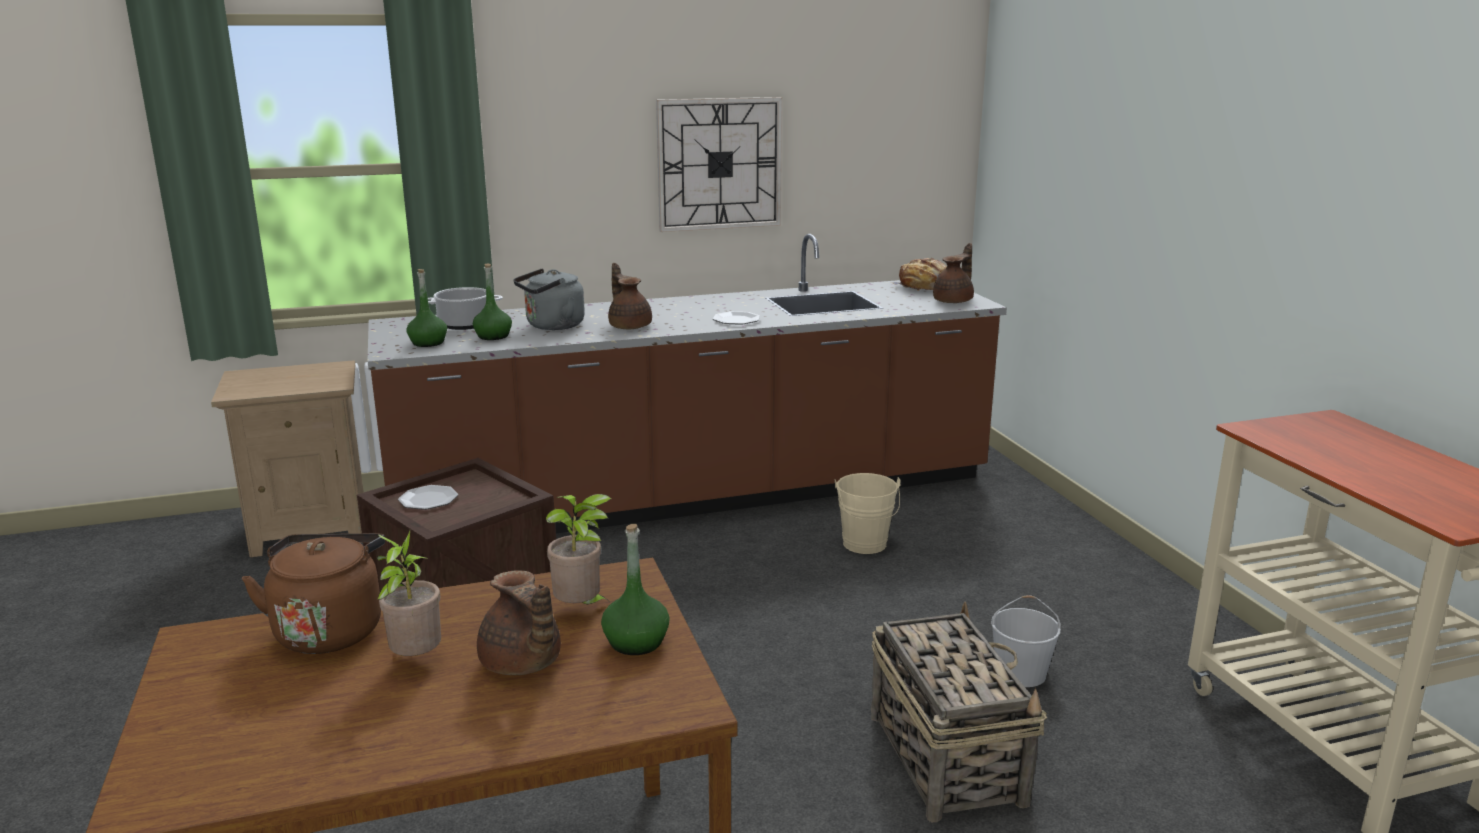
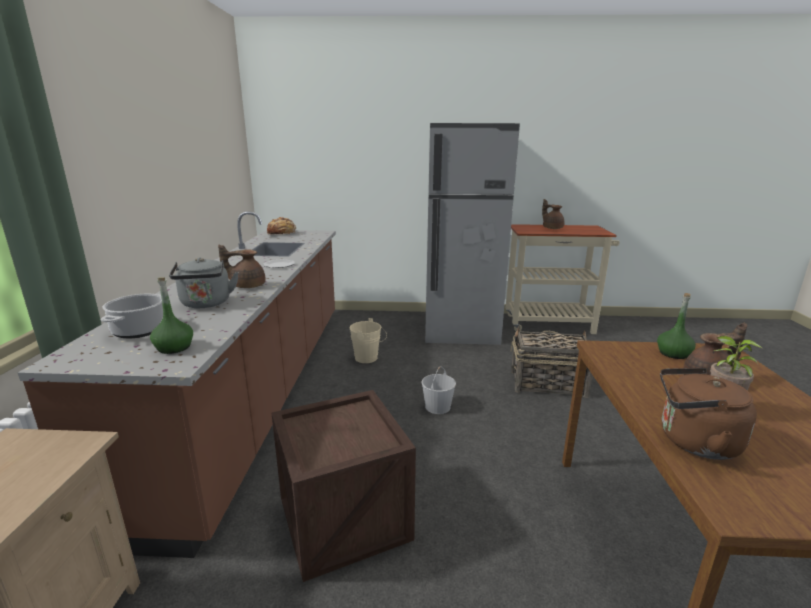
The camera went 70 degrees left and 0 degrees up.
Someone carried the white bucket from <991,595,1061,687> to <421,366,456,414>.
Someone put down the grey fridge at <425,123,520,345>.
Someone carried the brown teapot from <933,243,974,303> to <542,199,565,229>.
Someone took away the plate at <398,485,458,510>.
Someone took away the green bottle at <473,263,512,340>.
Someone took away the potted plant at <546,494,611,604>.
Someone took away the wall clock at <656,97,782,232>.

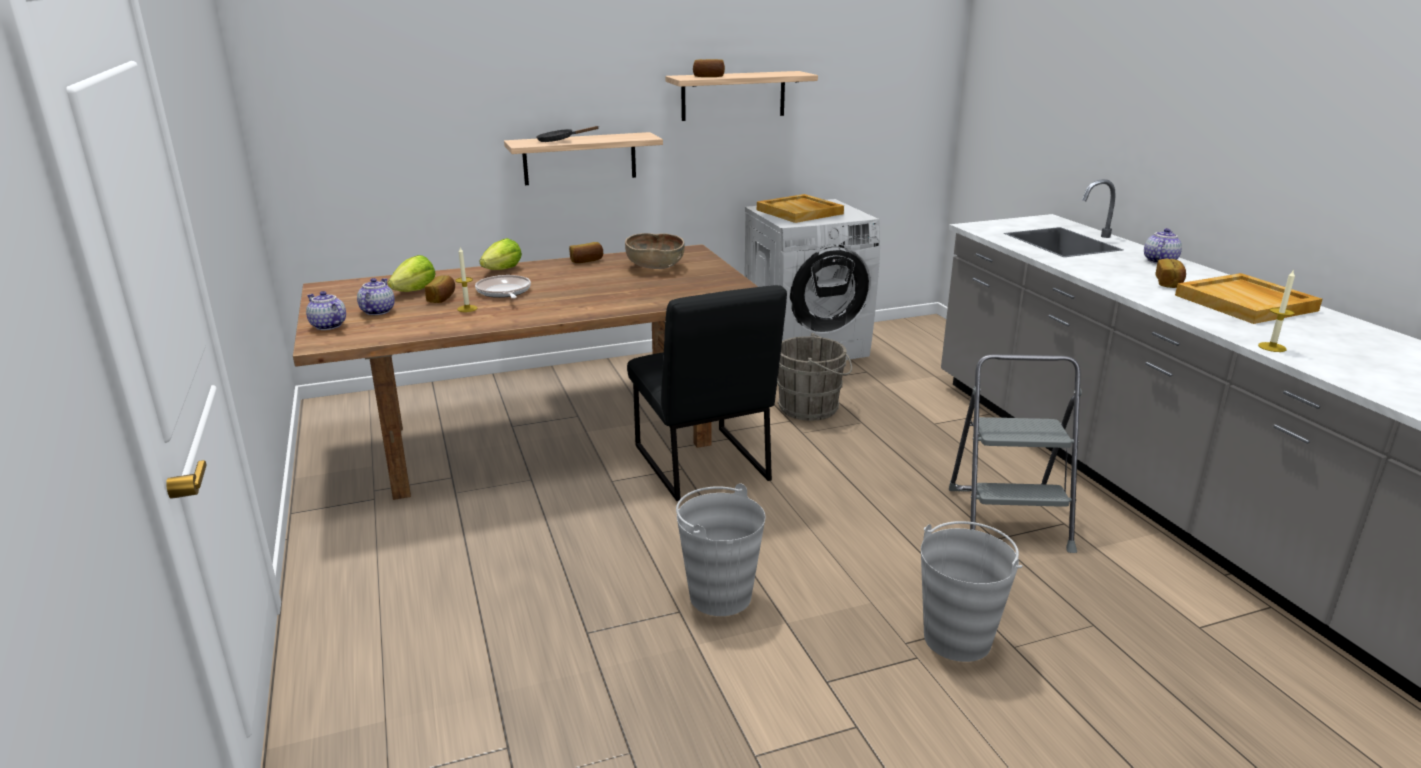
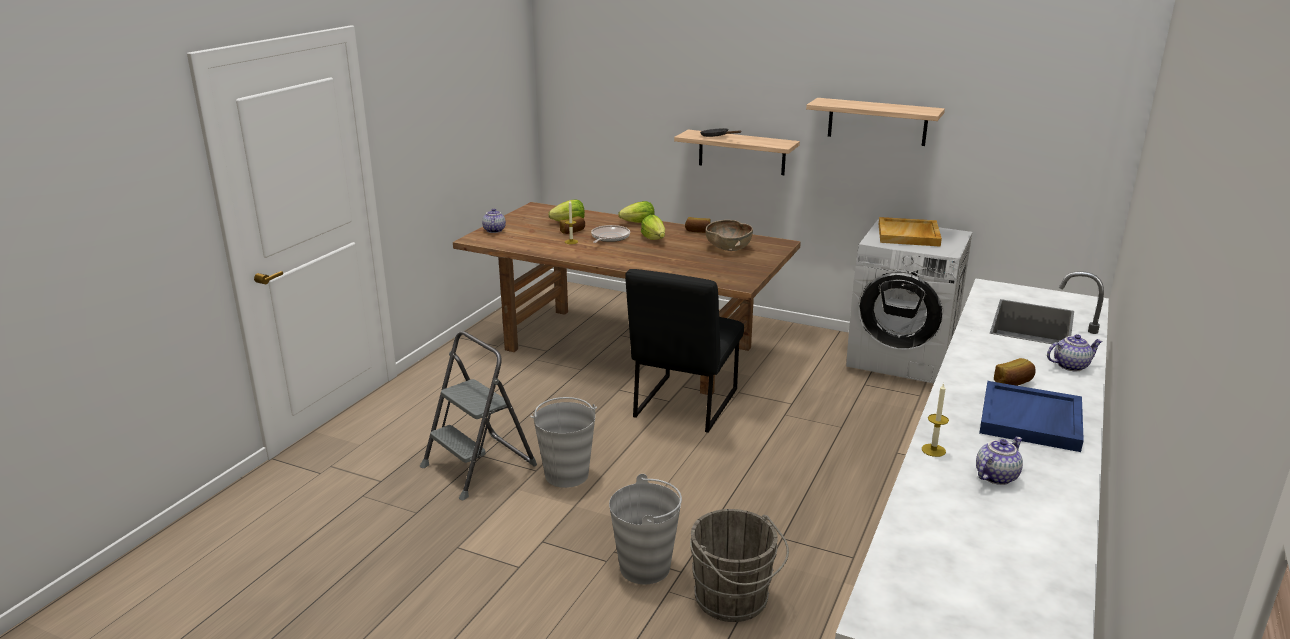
The camera went 45 degrees right and 0 degrees up.
Someone carried the grey step ladder from <949,354,1082,553> to <420,331,537,500>.
Someone put down the lettuce at <641,215,665,240>.
Someone carried the grey bucket from <777,333,852,421> to <690,509,789,622>.
Someone carried the teapot from <357,278,395,315> to <976,437,1023,485>.
Someone repainted the beige tray at <1175,273,1322,324>, which became the blue tray at <979,381,1084,452>.
Someone took away the bread at <693,59,725,77>.

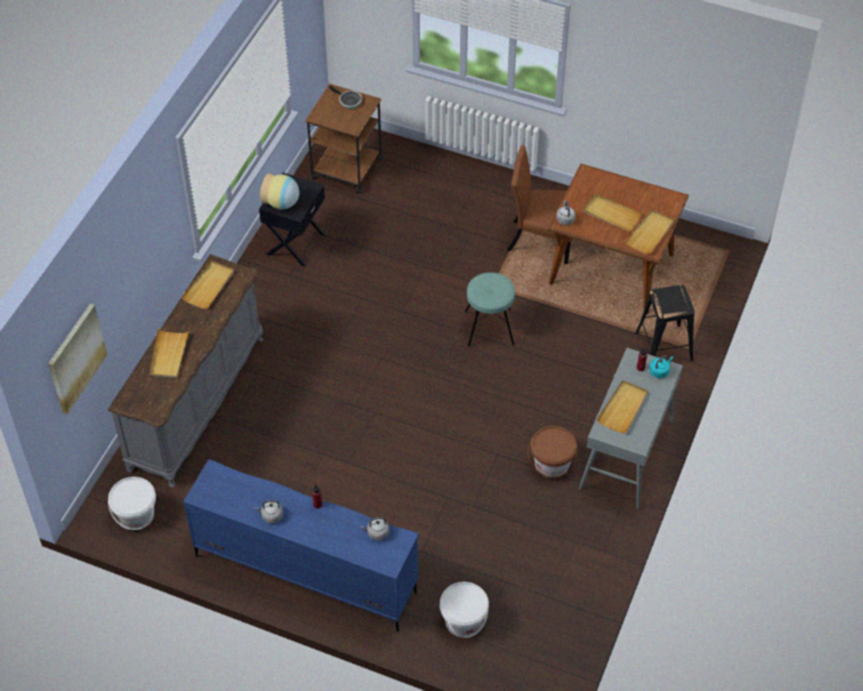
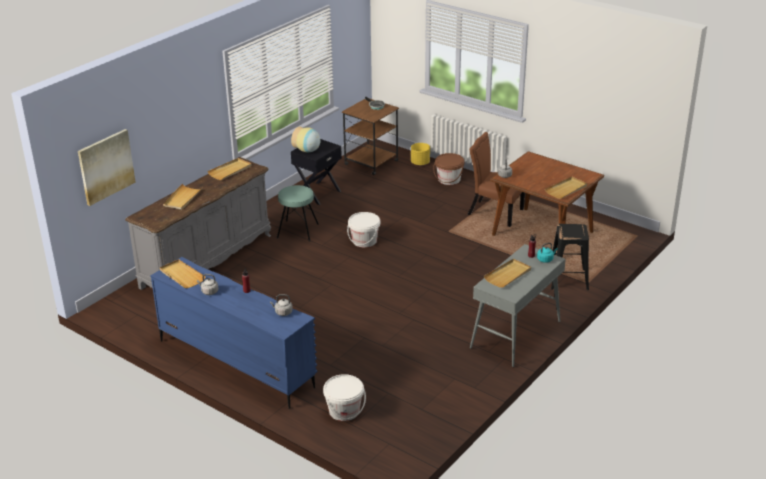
The camera went 15 degrees right and 20 degrees down.
Someone carried the beige tray from <583,194,642,232> to <160,259,206,288>.
Someone carried the turquoise stool from <465,272,515,347> to <277,185,319,242>.
Someone carried the white bucket from <108,477,156,530> to <347,212,380,248>.
Someone put down the yellow planter at <411,143,430,165>.
Someone carried the brown bucket from <528,426,577,478> to <433,153,464,185>.

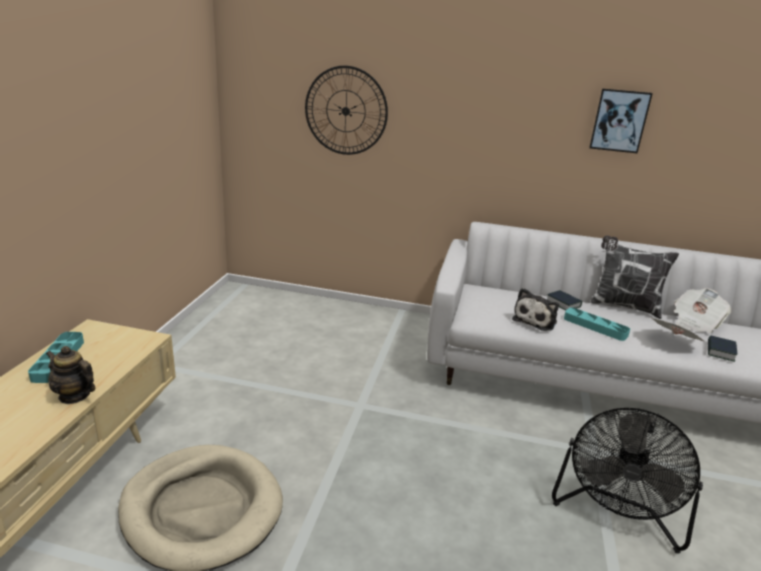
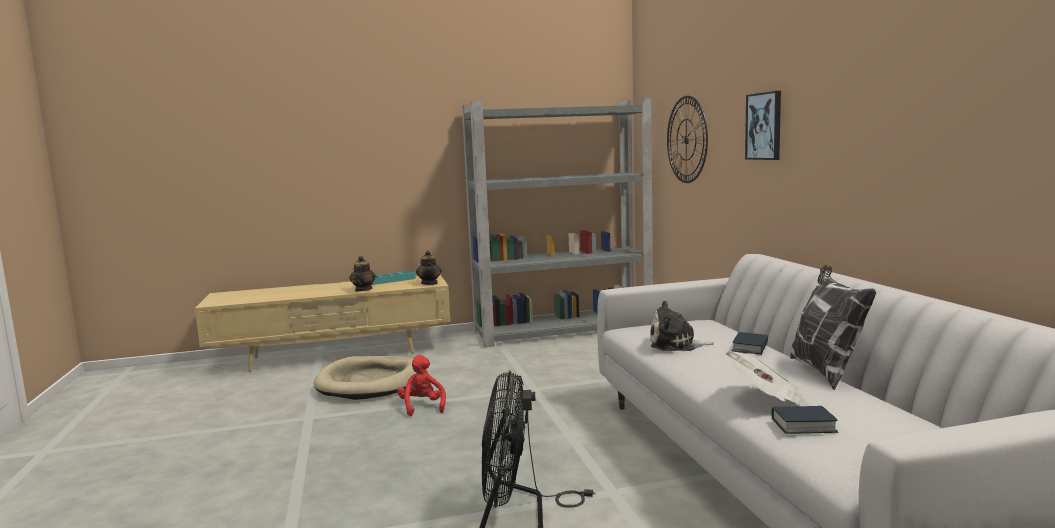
The camera went 65 degrees right and 15 degrees down.
Someone put down the red plush toy at <397,355,446,416>.
Someone put down the teapot at <416,250,442,285>.
Someone put down the grey bookcase at <462,97,653,347>.
Someone carried the picture from <589,88,653,153> to <745,91,781,160>.
Someone took away the turquoise tray at <564,307,630,341>.
Someone took away the newspaper at <674,288,732,333>.

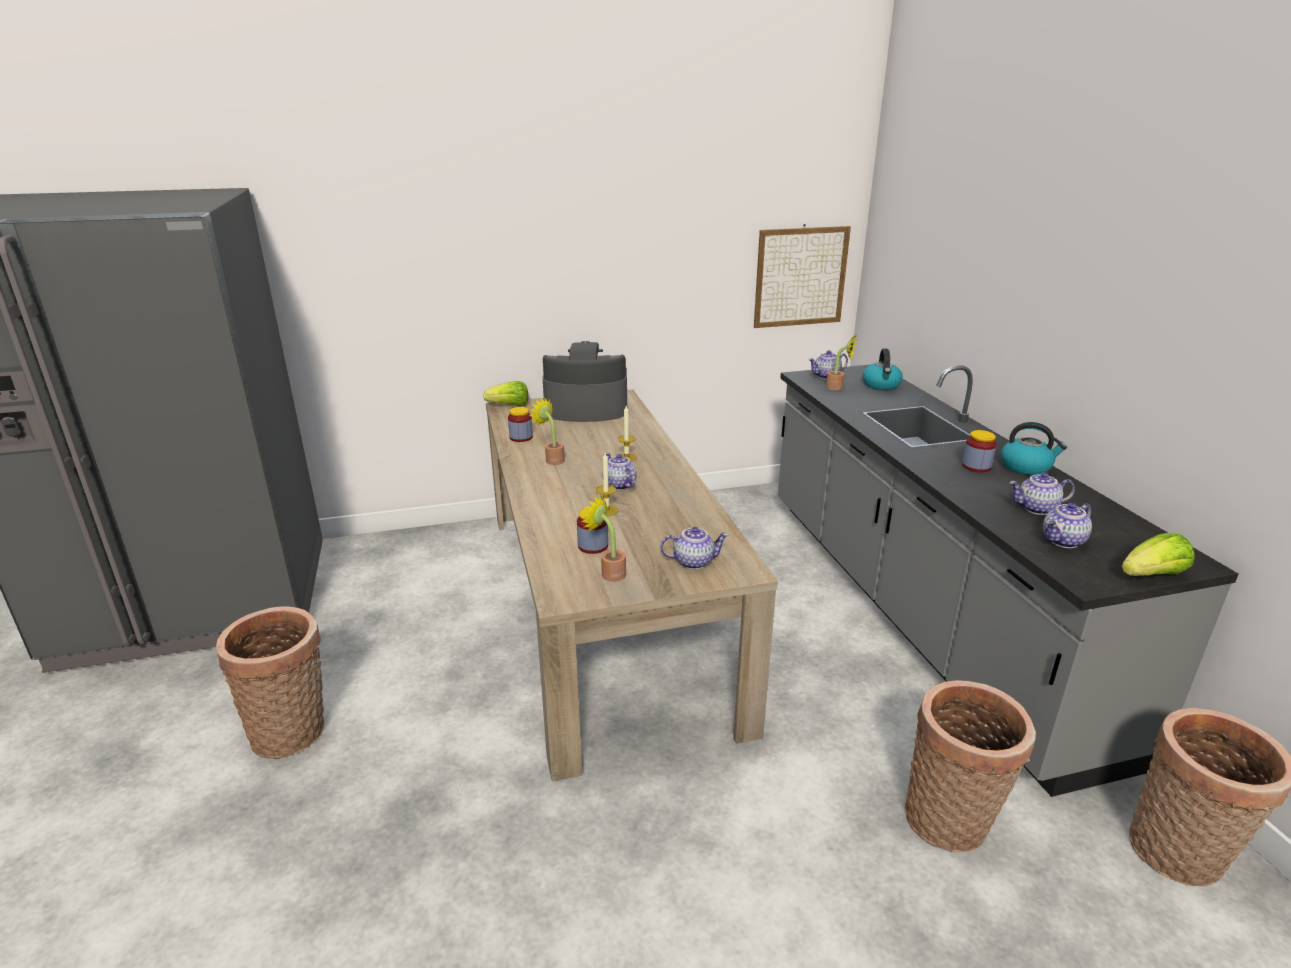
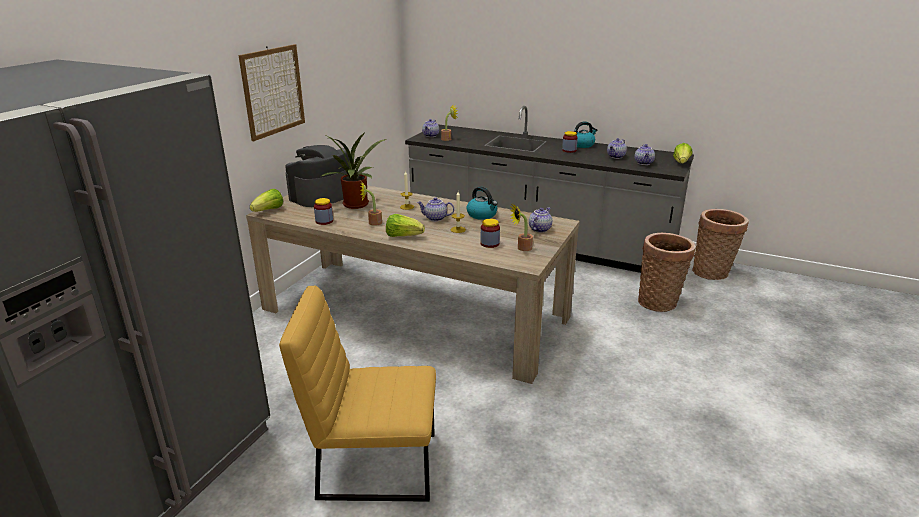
The camera went 50 degrees left and 0 degrees up.
Someone carried the picture from <754,224,851,328> to <238,44,305,141>.
Someone swapped the basket at <216,606,324,759> for the yellow chair at <279,285,436,502>.
Someone put down the potted plant at <320,132,386,209>.
Someone put down the lettuce at <386,214,425,237>.
Someone carried the kettle from <862,349,903,390> to <467,187,498,220>.

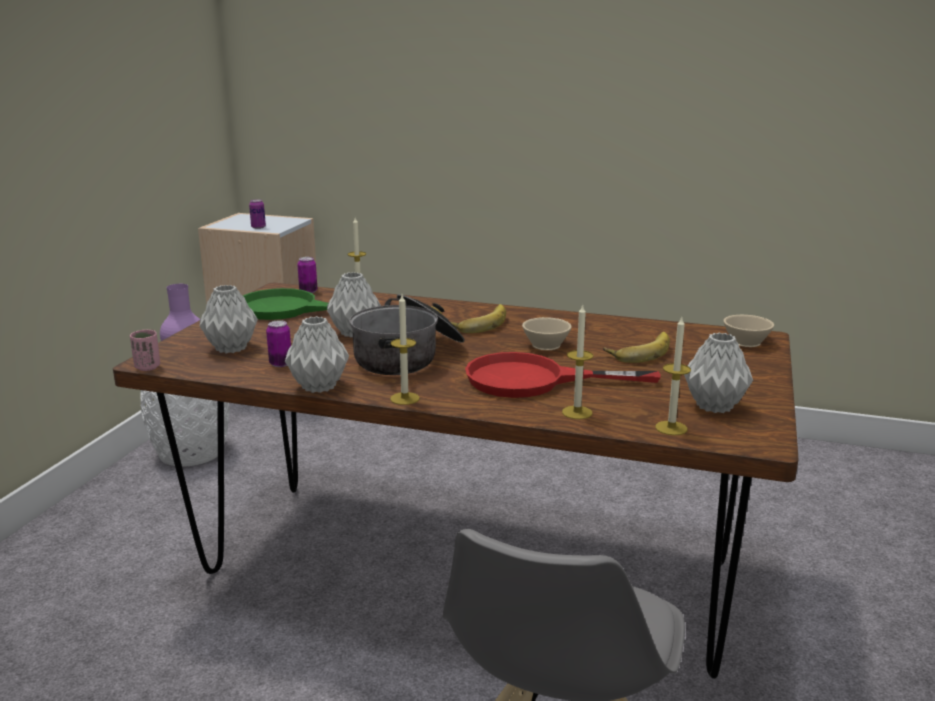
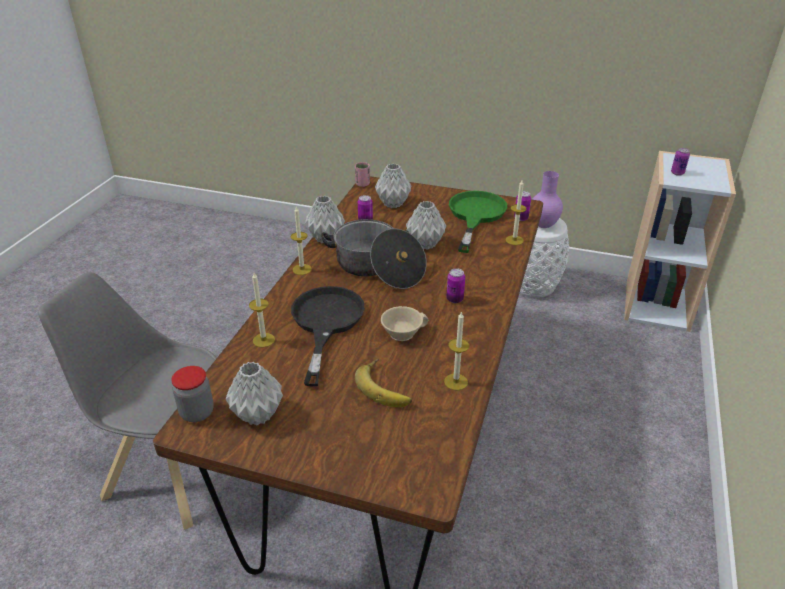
The camera went 90 degrees right and 15 degrees up.
Someone put down the jar at <171,366,214,422>.
Someone repainted the red frying pan at <465,352,661,398>, which became the black frying pan at <291,286,365,386>.
Someone carried the candle from <655,317,691,435> to <444,311,469,390>.
Someone swapped the banana at <451,304,506,333> for the can at <446,268,465,303>.
Someone took away the beige cup at <723,315,774,347>.

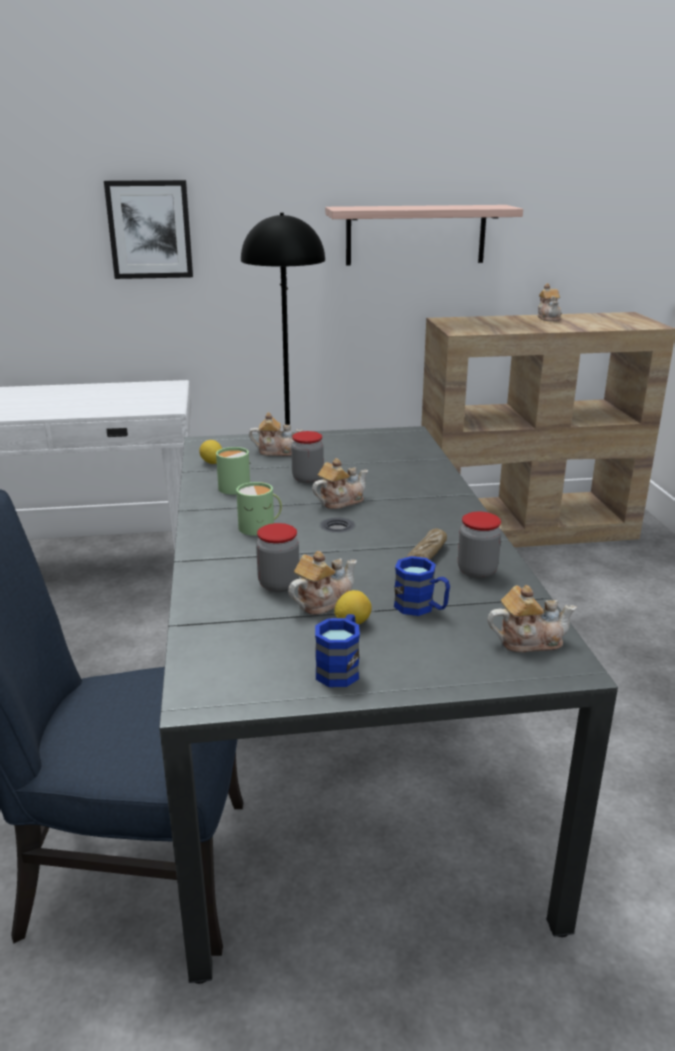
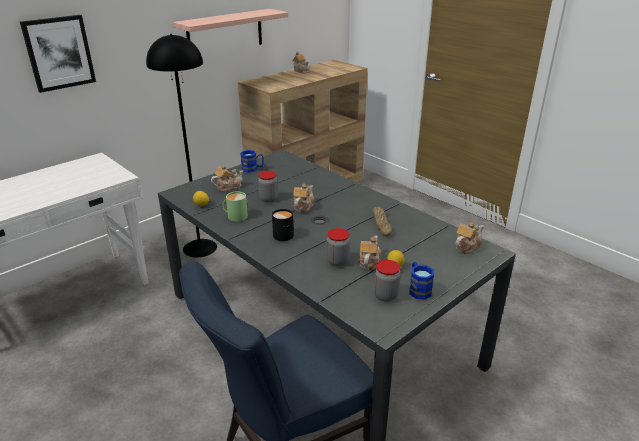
The camera went 35 degrees left and 5 degrees up.
Someone carried the blue mug from <394,556,450,616> to <240,150,264,173>.
Someone repainted the green mug at <236,482,282,536>, which became the black mug at <272,209,294,241>.
Someone carried the jar from <458,512,501,578> to <374,260,401,302>.

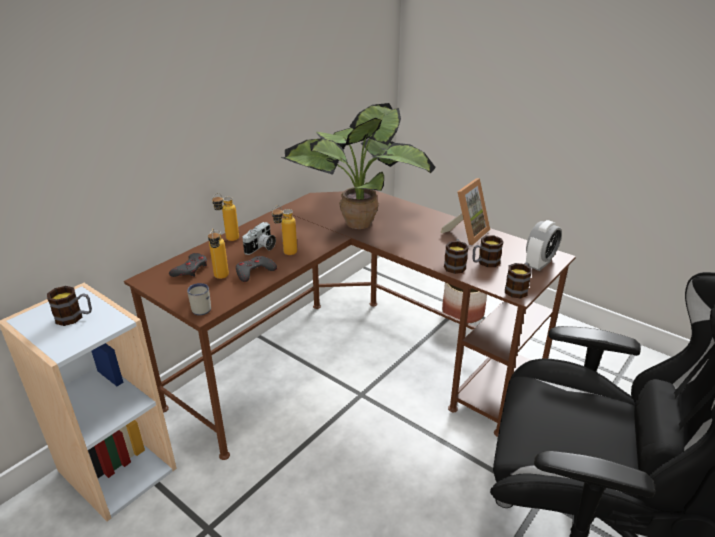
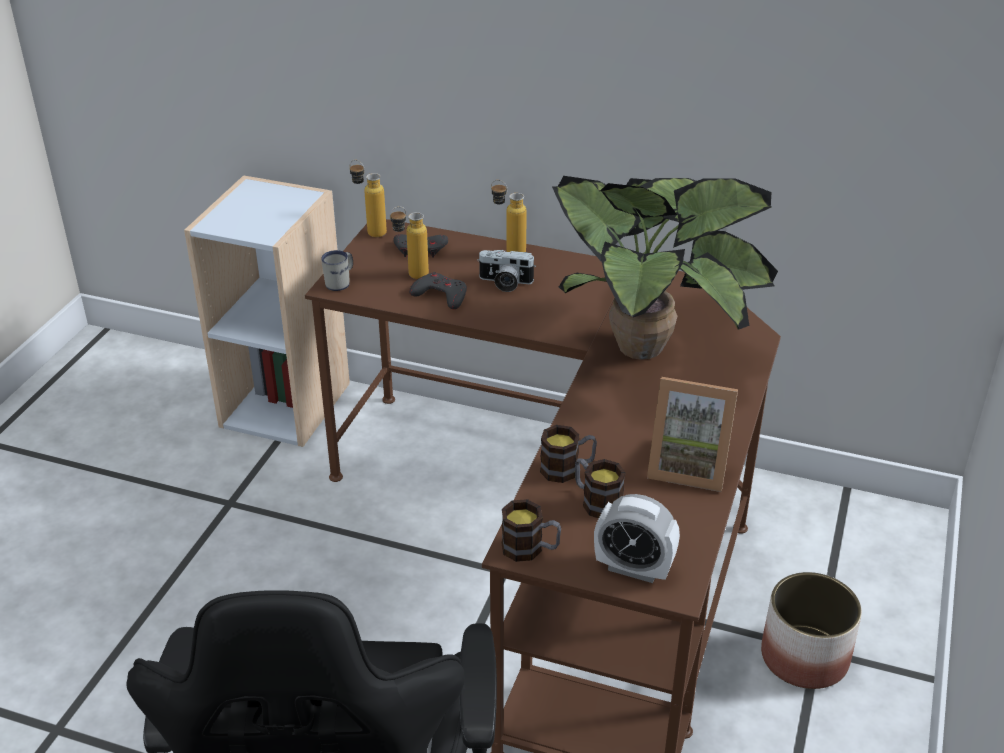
The camera went 70 degrees right and 5 degrees up.
Someone carried the bottle from <272,206,297,255> to <350,160,387,237>.
Someone took away the mug at <47,286,92,326>.

